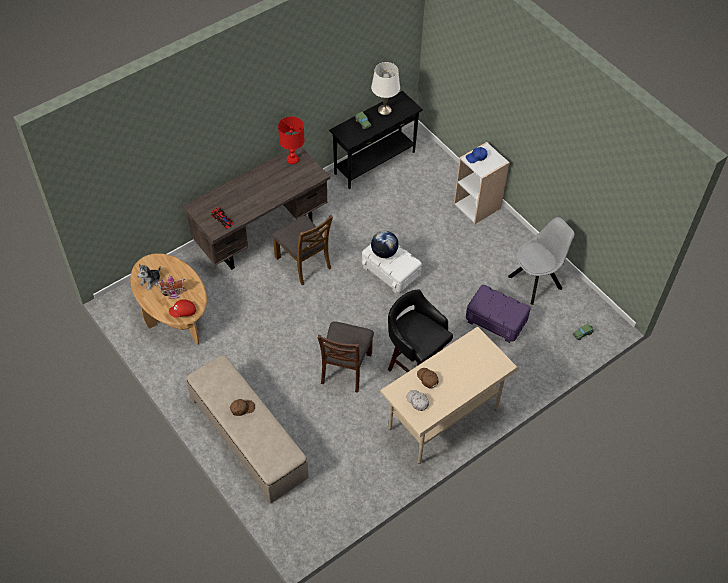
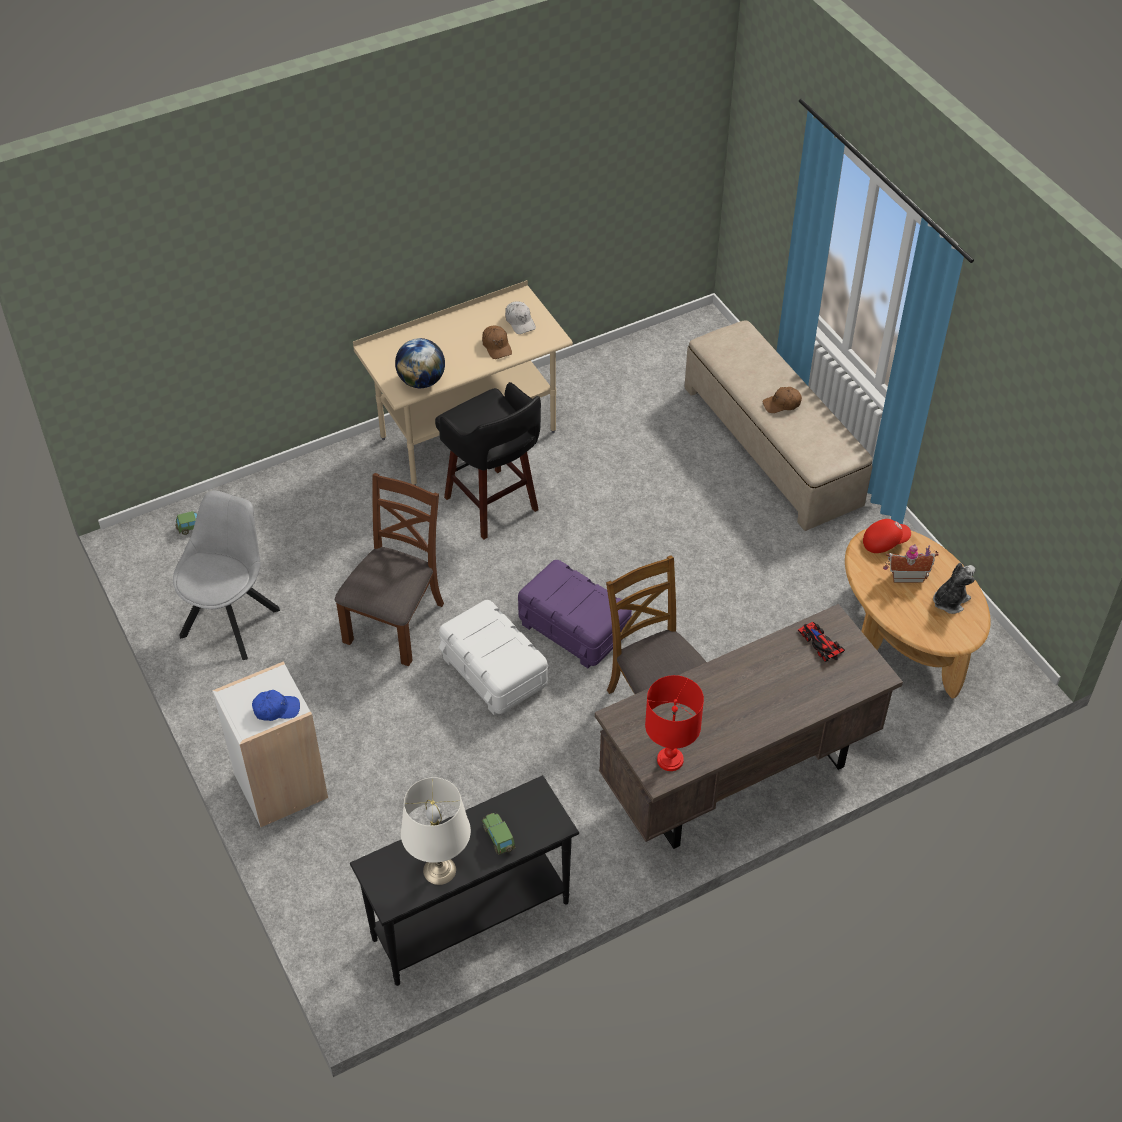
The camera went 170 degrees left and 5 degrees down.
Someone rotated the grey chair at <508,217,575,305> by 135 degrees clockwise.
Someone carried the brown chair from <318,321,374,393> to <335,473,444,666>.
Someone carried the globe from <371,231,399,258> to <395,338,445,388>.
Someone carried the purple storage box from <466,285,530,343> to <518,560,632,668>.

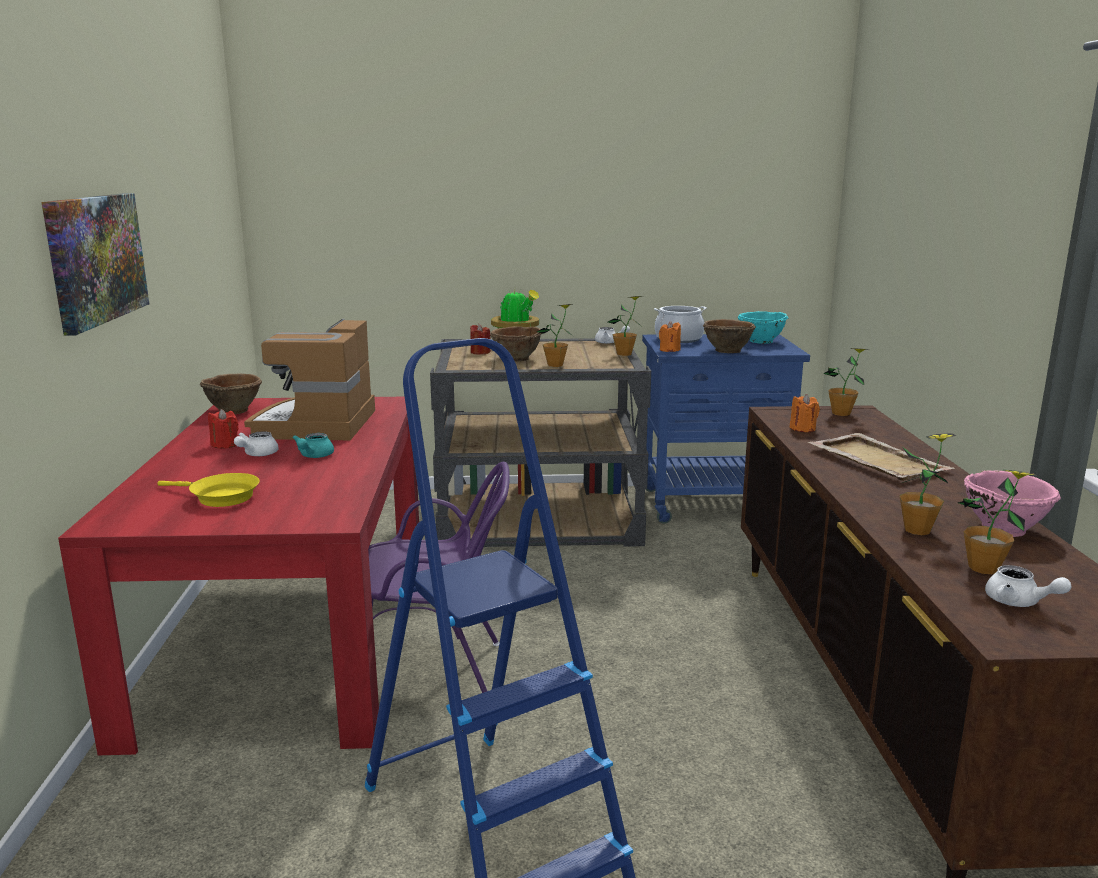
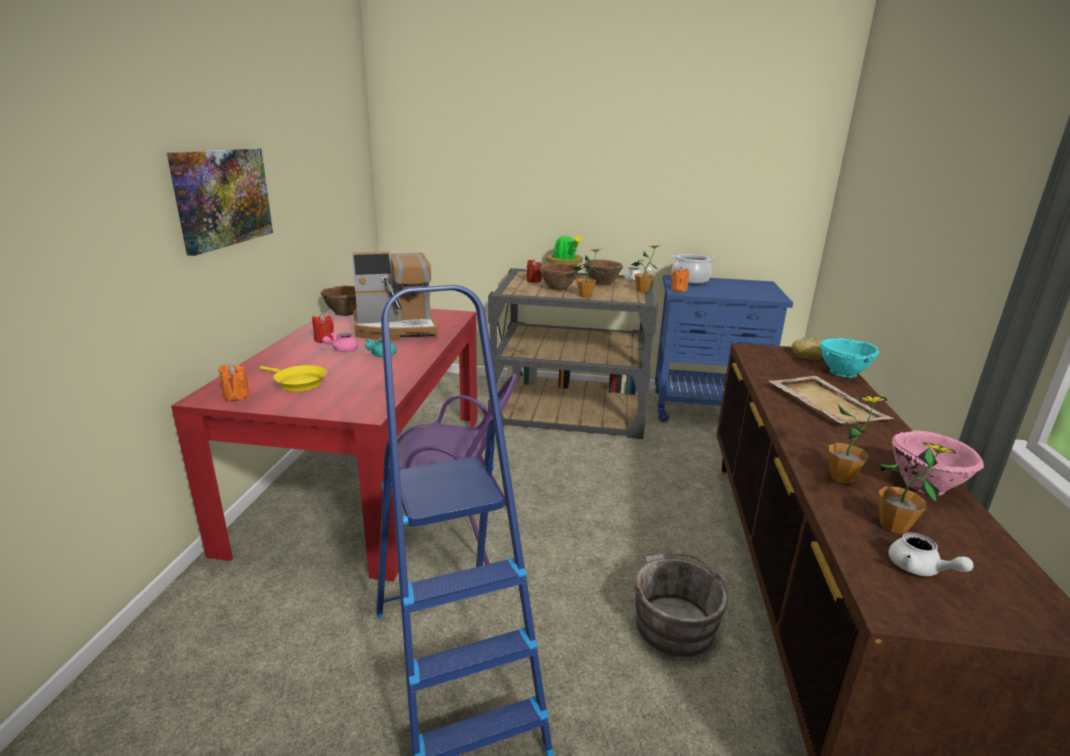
The camera went 10 degrees right and 5 degrees up.
Someone carried the orange candle from <790,394,820,432> to <218,364,250,401>.
Someone repainted the white teapot at <234,431,279,456>, which became the pink teapot at <323,333,358,352>.
Someone rotated the coffee machine at <244,319,375,440> by 120 degrees counterclockwise.
Someone carried the brown bowl from <703,319,756,353> to <584,259,623,286>.
Someone put down the grey bucket at <629,552,728,657>.
Someone swapped the potted plant at <823,348,870,416> for the bread at <791,337,823,360>.
Someone carried the turquoise bowl from <738,311,789,344> to <820,338,880,378>.

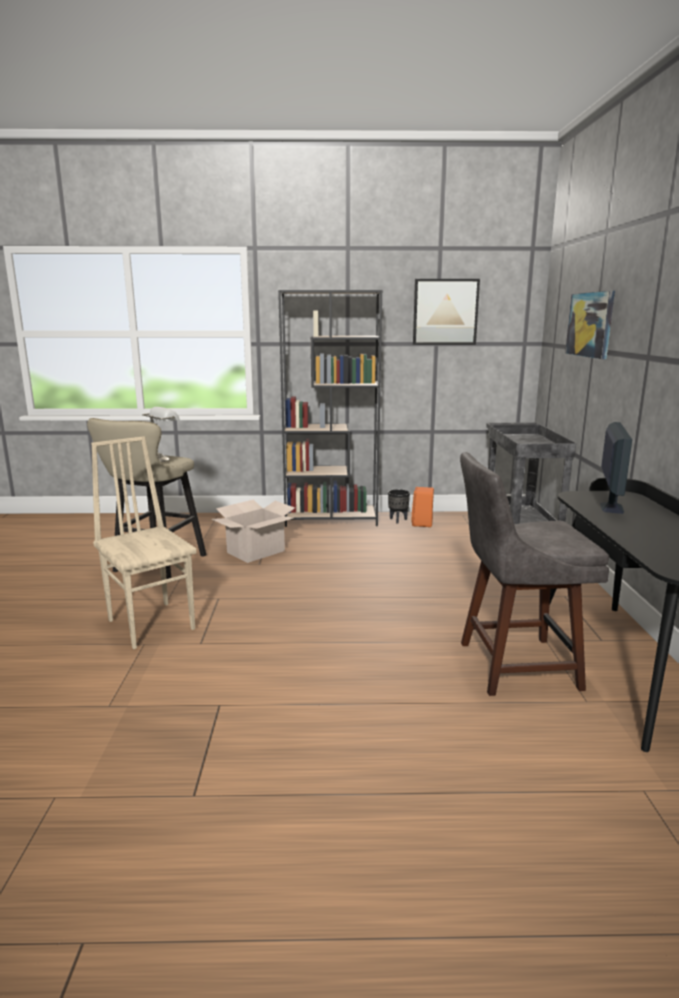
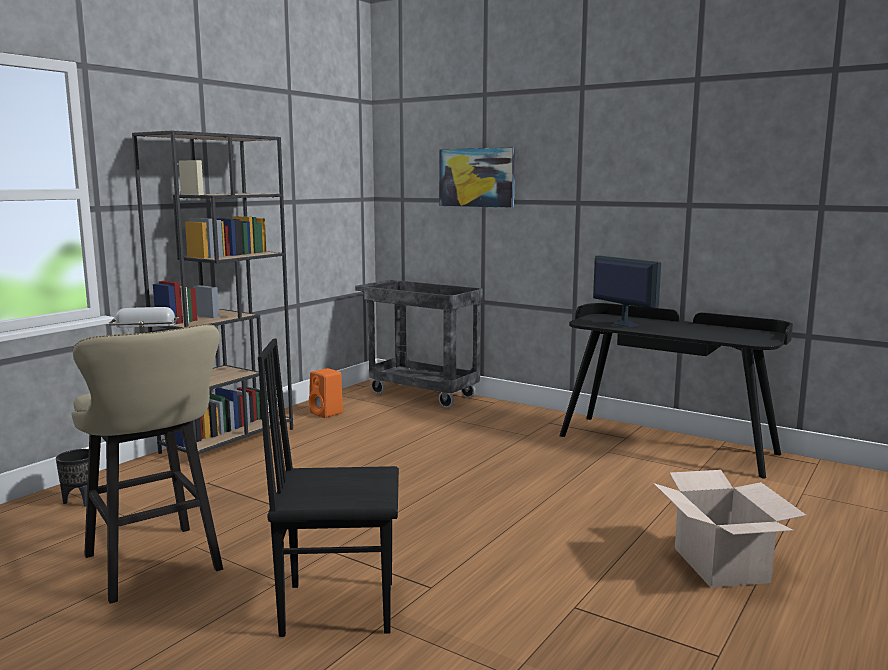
The camera went 55 degrees left and 5 degrees down.
Someone carried the black planter from <388,489,410,523> to <56,449,89,507>.
Someone repainted the beige chair at <91,436,197,649>, which became the black chair at <258,339,399,637>.
Someone carried the cardboard box from <212,499,295,563> to <653,470,807,588>.
Someone took away the picture at <413,279,480,345>.
Someone took away the grey stool at <460,452,609,696>.

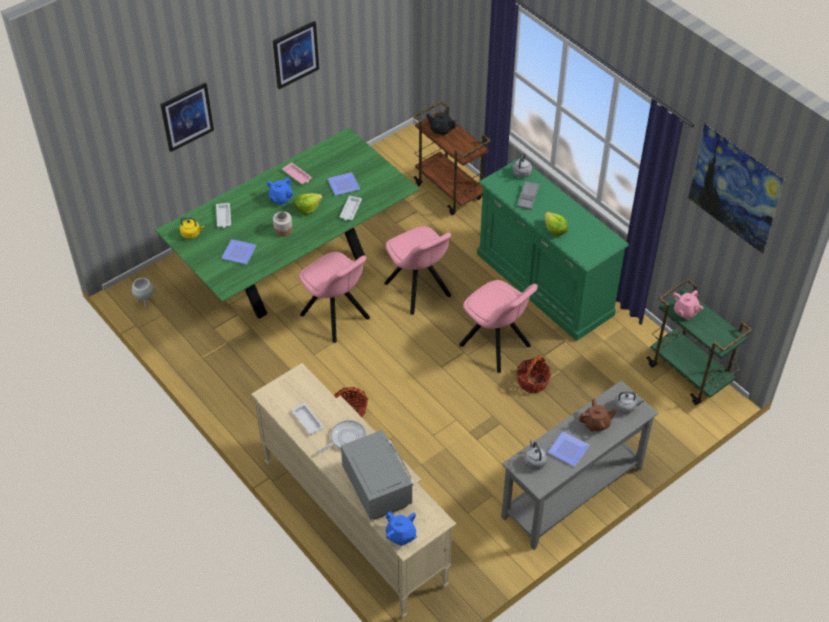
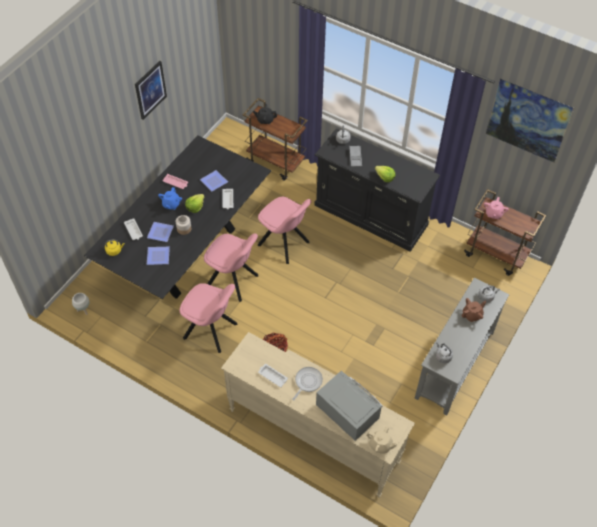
The camera went 20 degrees left and 5 degrees up.
Someone repainted the green dining table at <155,128,420,319>, which became the black dining table at <84,136,271,299>.
Someone carried the plate from <548,431,589,467> to <147,222,174,242>.
Someone carried the pink chair from <459,280,538,373> to <180,283,238,353>.
Someone repainted the green dresser at <477,158,629,341>, which became the black dresser at <314,129,440,252>.
Someone repainted the blue teapot at <386,512,417,546>, which became the beige teapot at <366,426,398,454>.
Someone repainted the green cart at <647,278,753,405>, which became the brown cart at <464,189,546,276>.
Someone took away the picture at <160,82,214,152>.
Someone took away the basket at <517,355,551,393>.

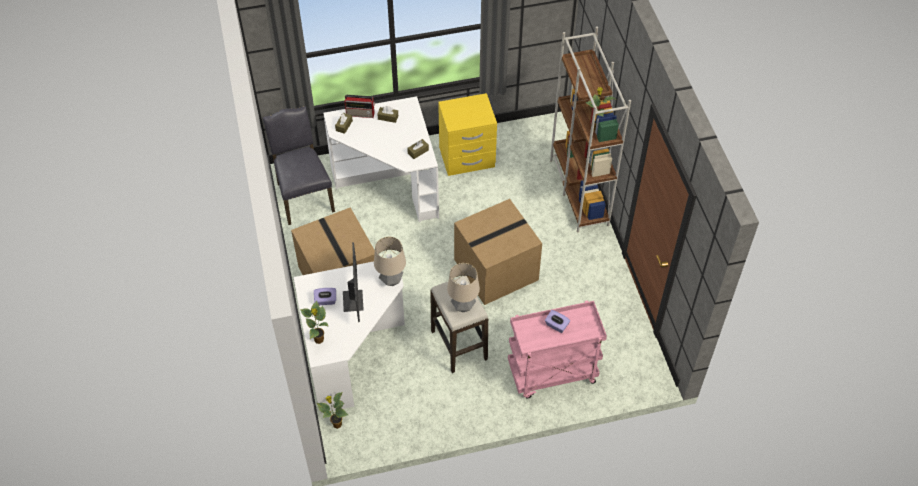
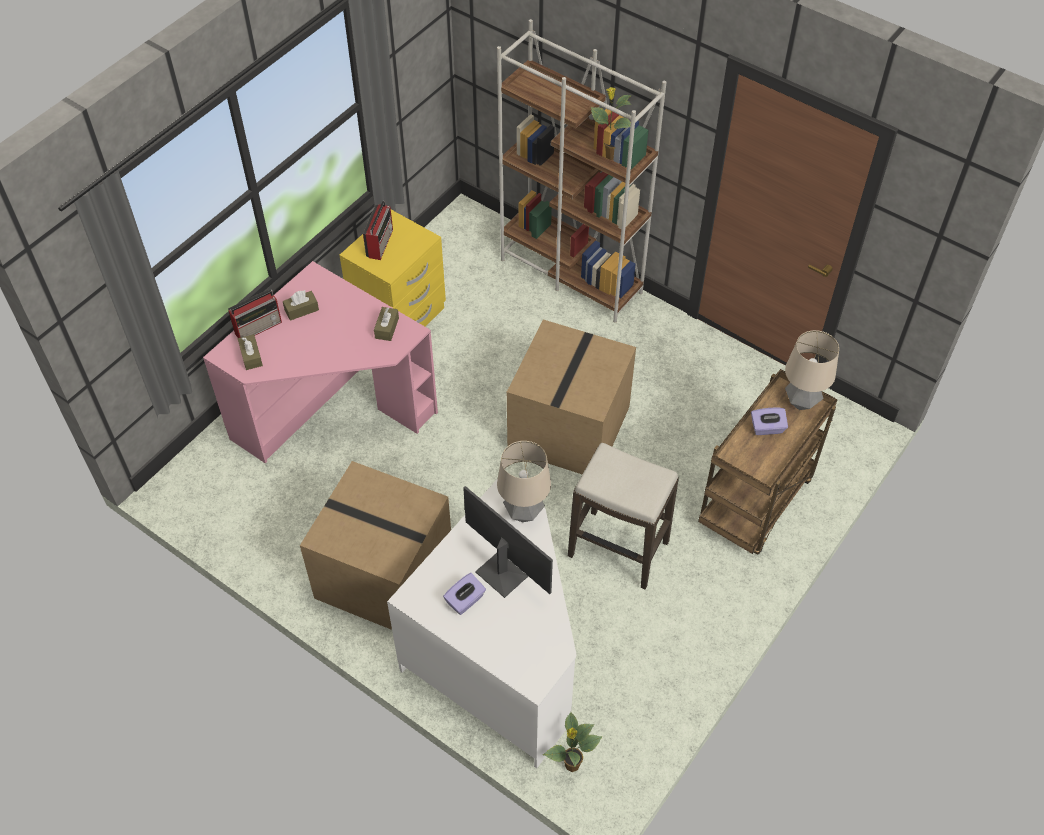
The camera went 40 degrees left and 0 degrees up.
Someone repainted the white desk at <323,96,439,222>, which became the pink desk at <203,261,438,464>.
Someone put down the radio at <363,201,393,260>.
Someone repainted the pink cart at <508,300,607,398>, which became the brown cart at <698,369,838,554>.
Someone carried the table lamp from <447,263,480,312> to <785,330,839,410>.
Someone took away the grey chair at <263,106,335,225>.
Someone took away the potted plant at <300,301,329,344>.

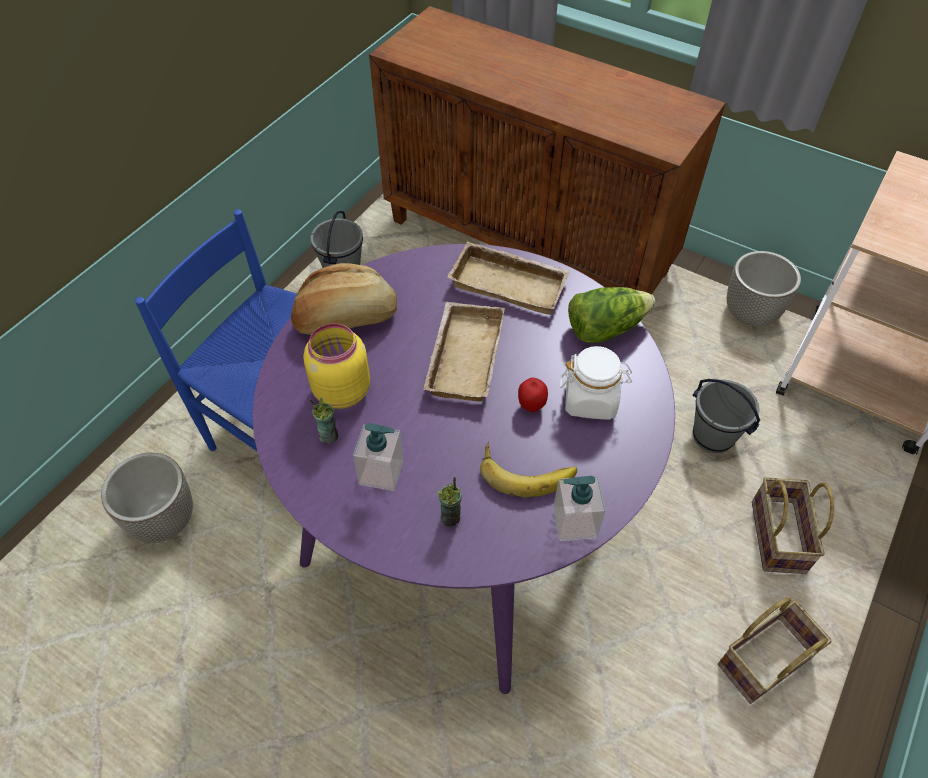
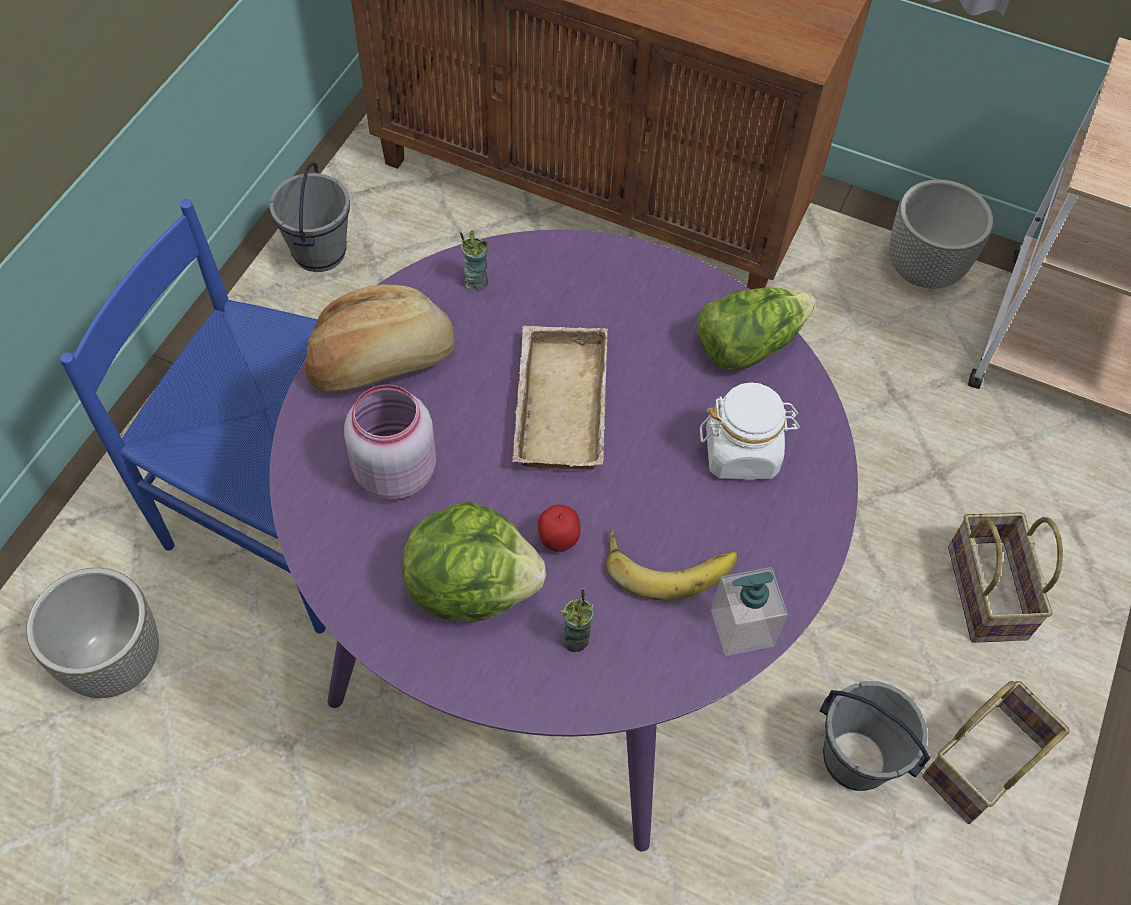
The camera went 10 degrees left and 5 degrees up.
Someone repainted the yellow jar at <303,323,370,409>, which became the pink jar at <344,385,436,500>.
Someone swapped the soap dispenser at <353,423,404,491> for the lettuce at <402,501,546,621>.
Someone carried the cup from <310,398,338,444> to <460,230,488,291>.
Someone carried the apple from <518,378,548,412> to <538,505,581,552>.
Someone carried the grey bucket from <693,379,760,453> to <820,681,930,791>.
Someone took away the beige tray at <447,241,570,315>.

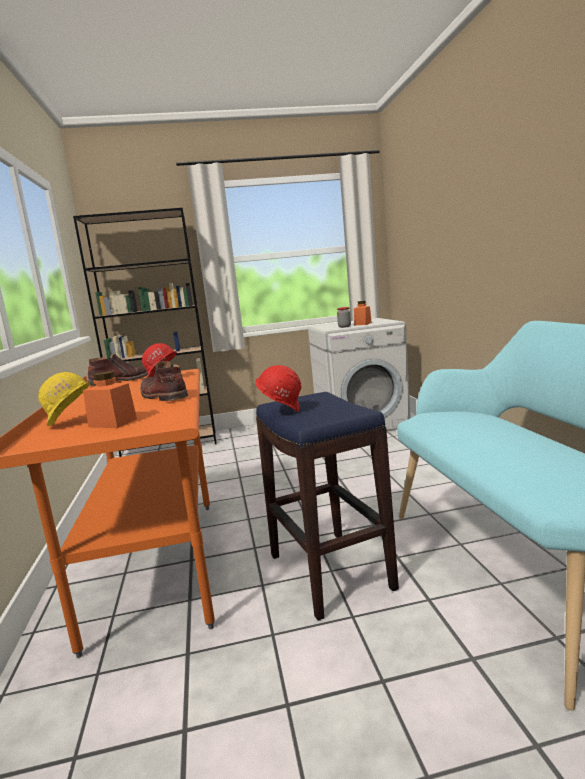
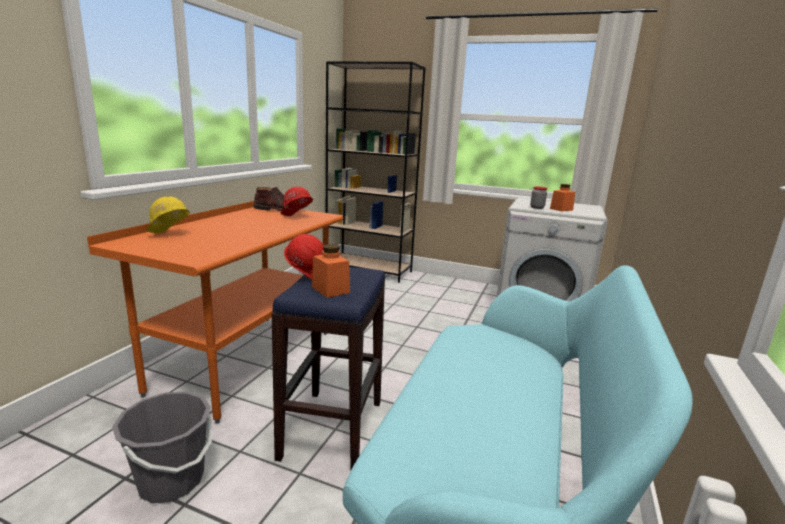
The camera went 30 degrees right and 5 degrees up.
Someone put down the grey bucket at <112,391,212,503>.
Someone carried the orange jar from <83,371,137,428> to <312,244,350,298>.
Someone took away the brown boot at <140,361,188,401>.

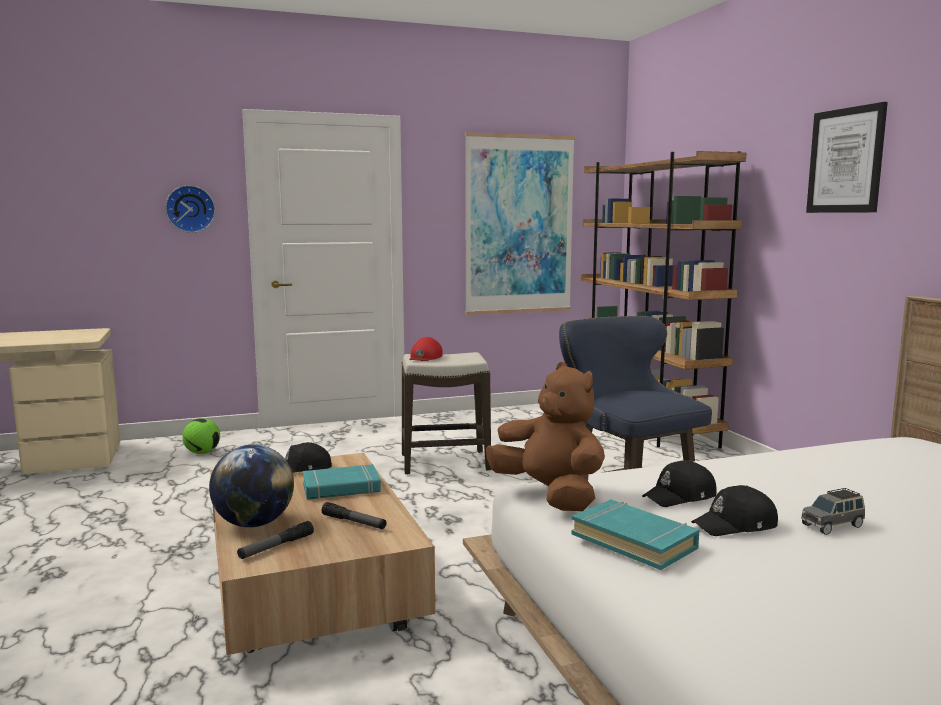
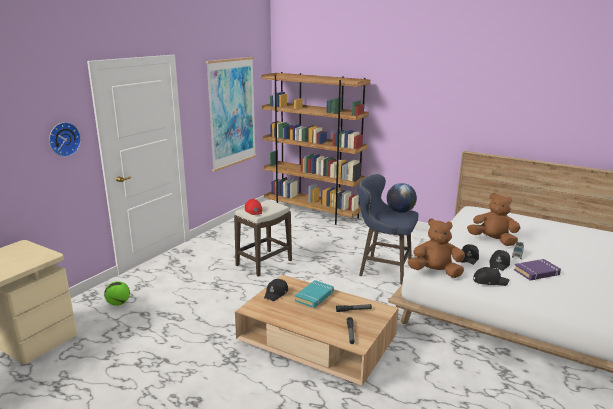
The camera went 40 degrees left and 10 degrees up.
Someone carried the globe from <209,444,294,527> to <387,183,417,213>.
Someone put down the brown plush toy at <467,193,520,246>.
Someone swapped the turquoise book at <571,500,699,570> for the black cap at <473,267,509,286>.
Someone put down the purple book at <514,259,561,280>.
Someone took away the picture at <806,102,888,213>.

